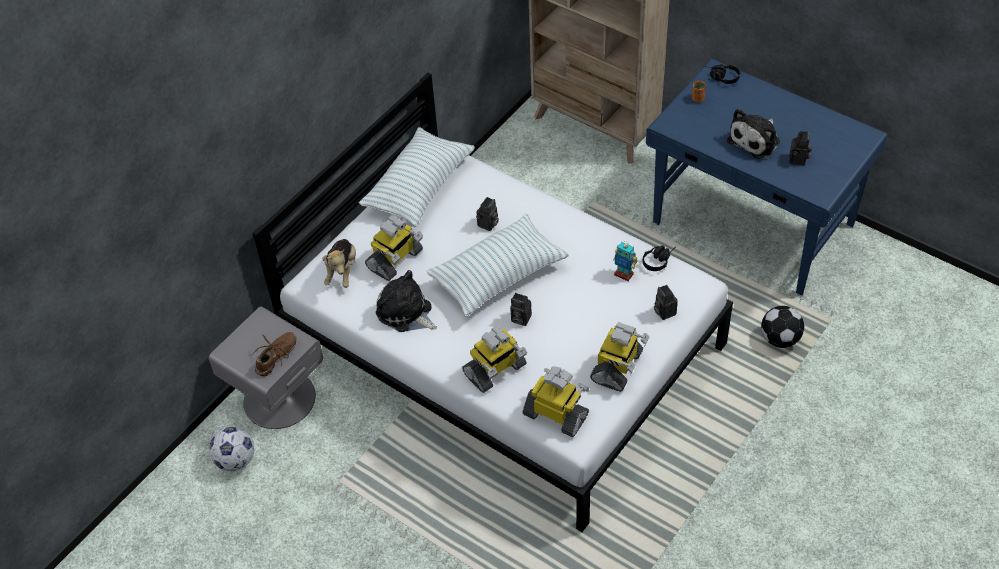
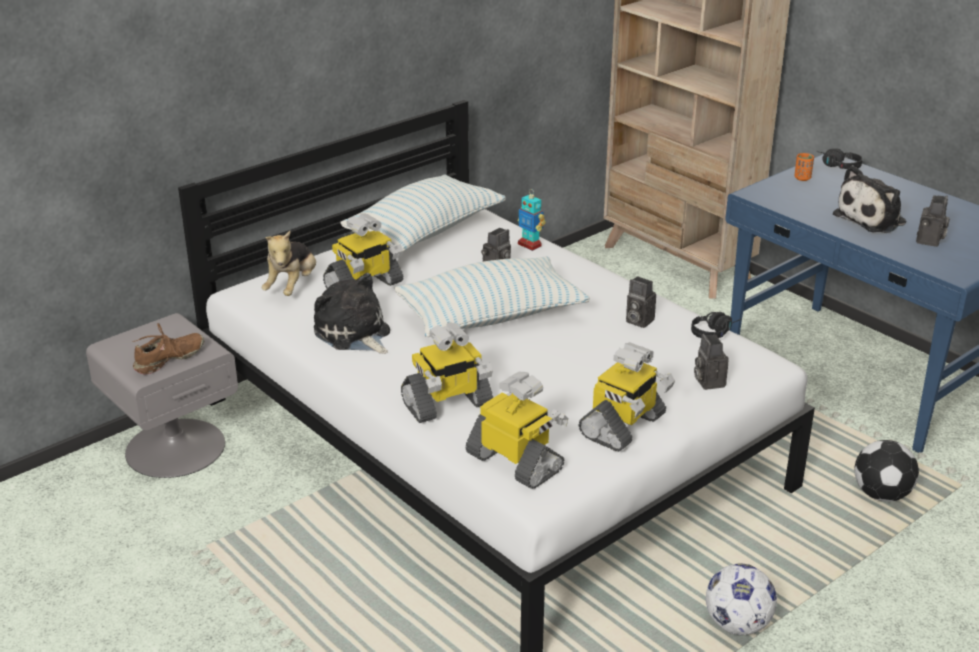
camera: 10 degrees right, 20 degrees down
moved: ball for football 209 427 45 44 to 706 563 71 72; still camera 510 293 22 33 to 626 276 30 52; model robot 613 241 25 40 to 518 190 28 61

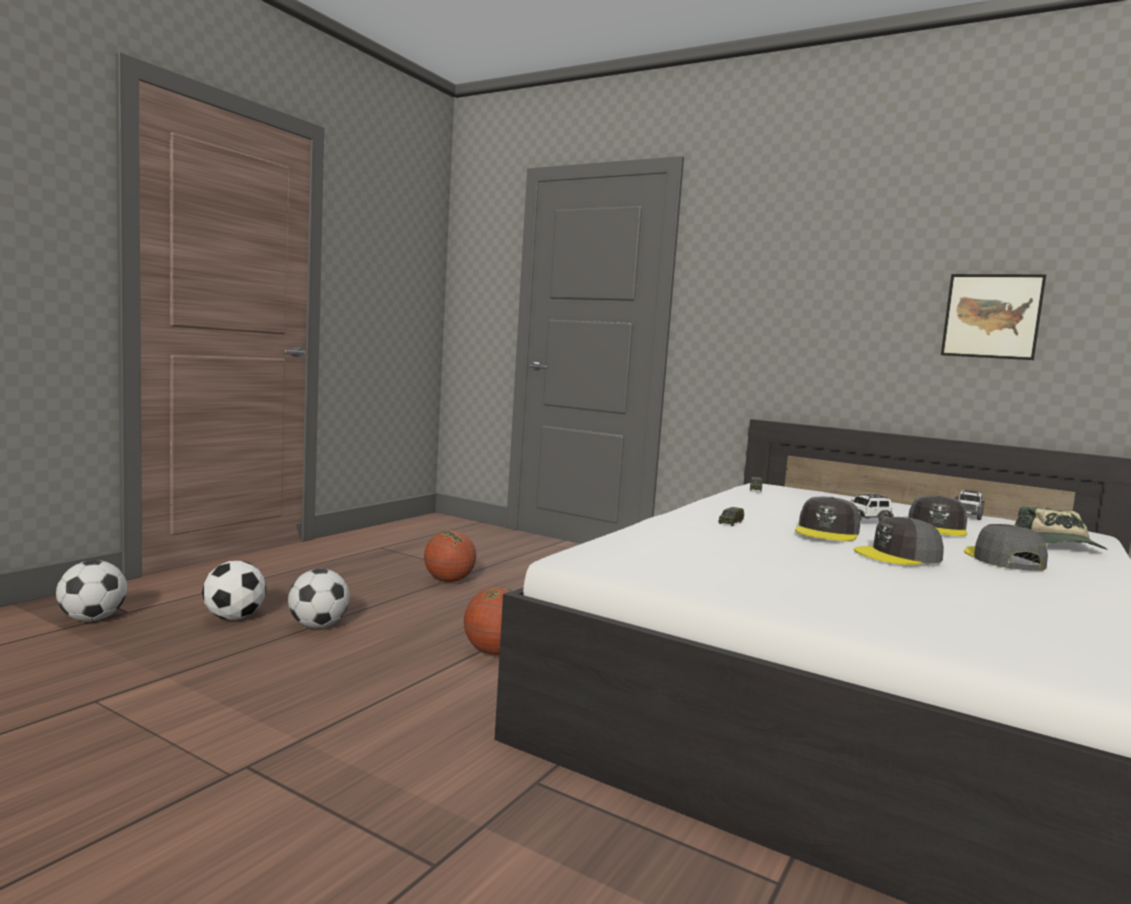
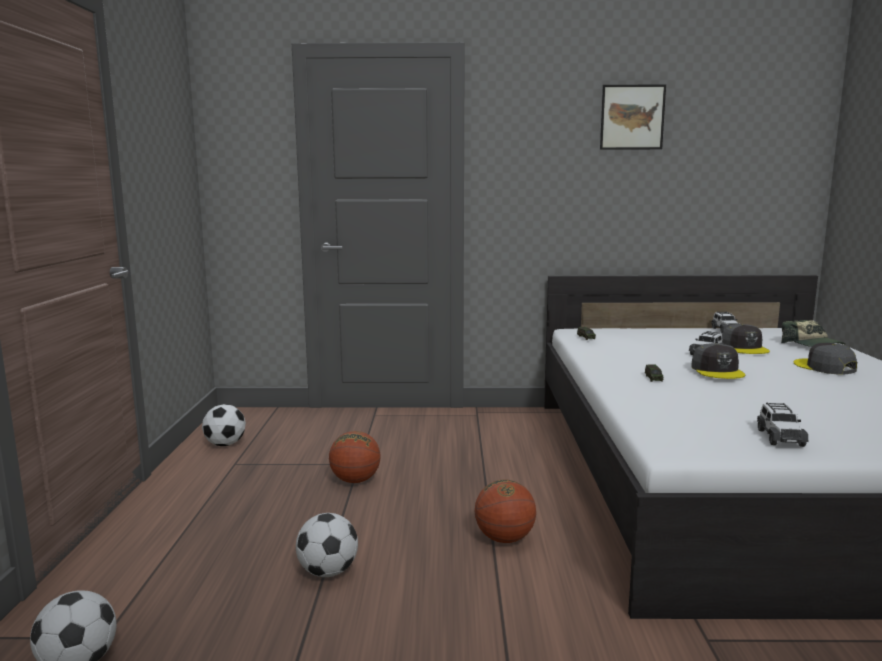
camera: 30 degrees left, 5 degrees up
removed: gray cap 854 517 90 48
added: model car 757 402 51 45
moved: ball for football 202 561 64 59 to 202 404 44 42; picture 941 274 105 86 to 600 84 66 66

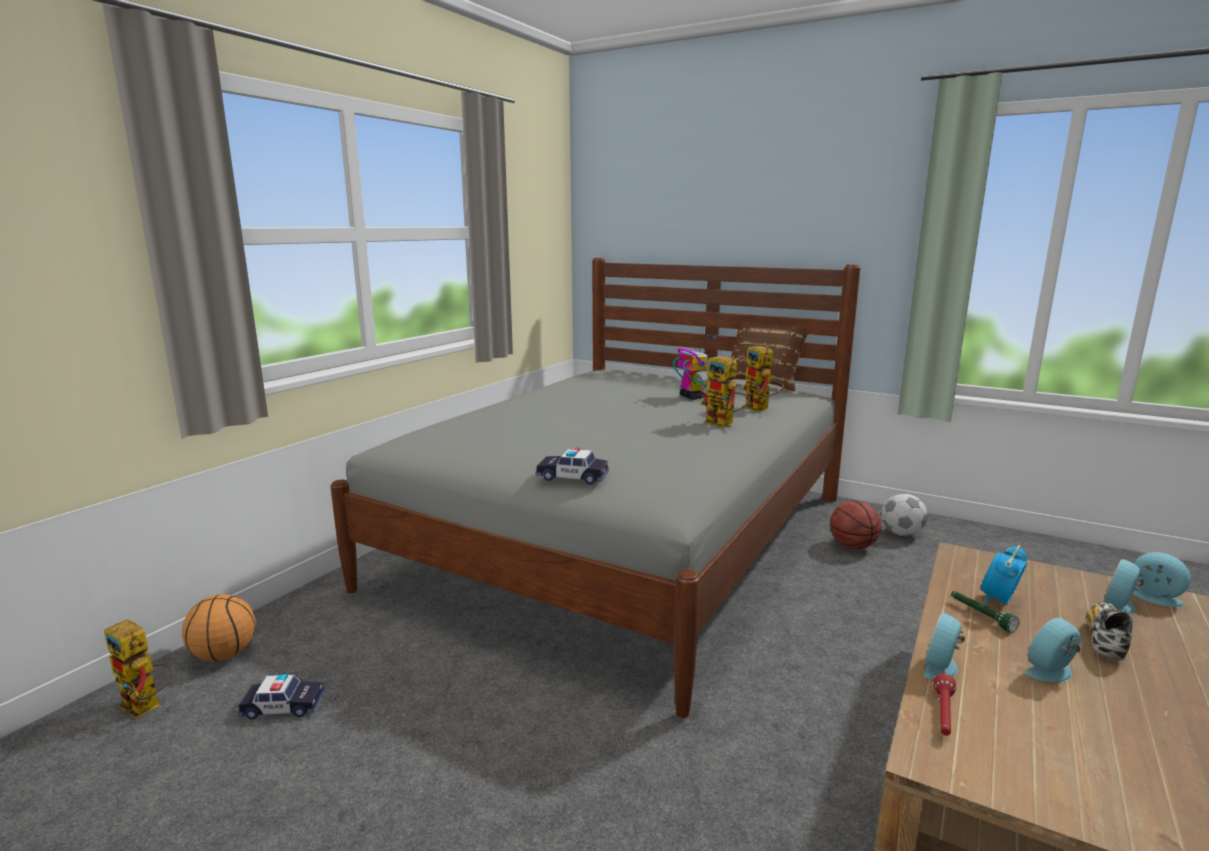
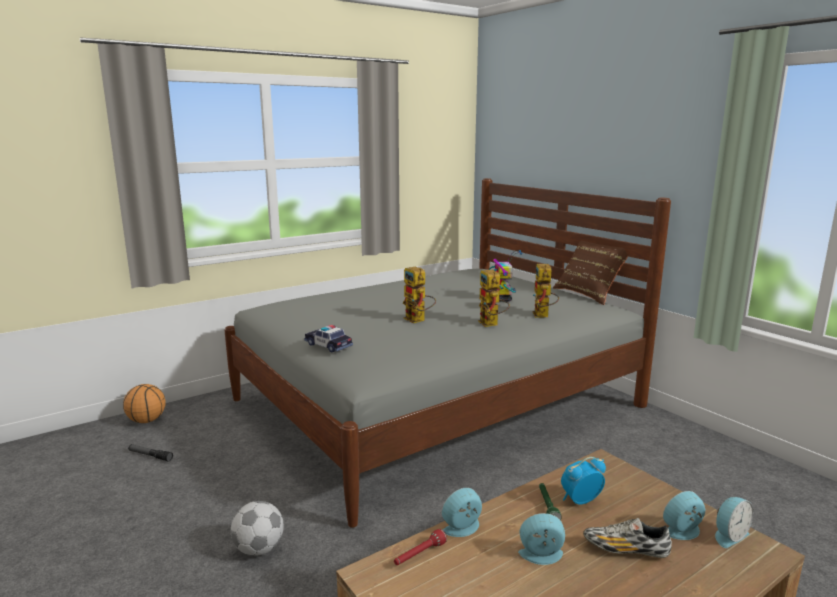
camera: 25 degrees right, 0 degrees up
removed: basketball ball 830 501 52 48
moved: model robot 104 619 71 100 to 403 267 33 56; ball for football 882 493 46 43 to 231 501 53 55
replaced: model car 238 674 87 46 to hand torch 128 444 45 17
turned: item of footwear 1086 603 47 58 = 583 518 89 40 135 degrees counterclockwise; table clock 1133 552 58 55 = 715 497 38 51 75 degrees clockwise

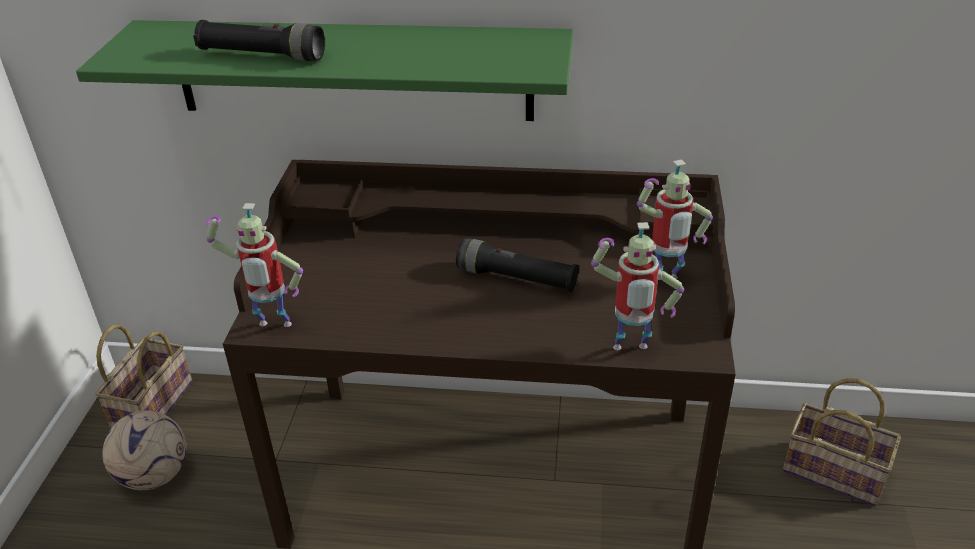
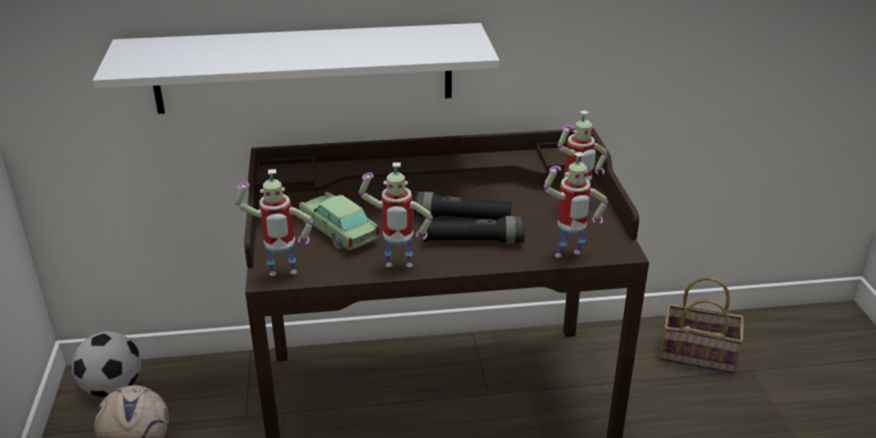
camera: 15 degrees left, 5 degrees down
added: model car 299 192 81 58; model robot 359 162 74 105
moved: black-coloured hand torch 193 20 132 41 to 424 216 100 28
replaced: household basket 95 324 97 104 to ball for football 72 332 69 65
recoloured: greenish bracket shelf 76 20 497 101 to white bracket shelf 93 23 406 91

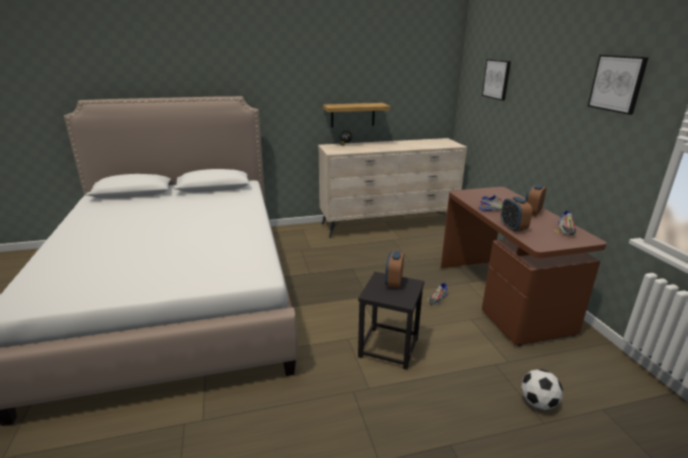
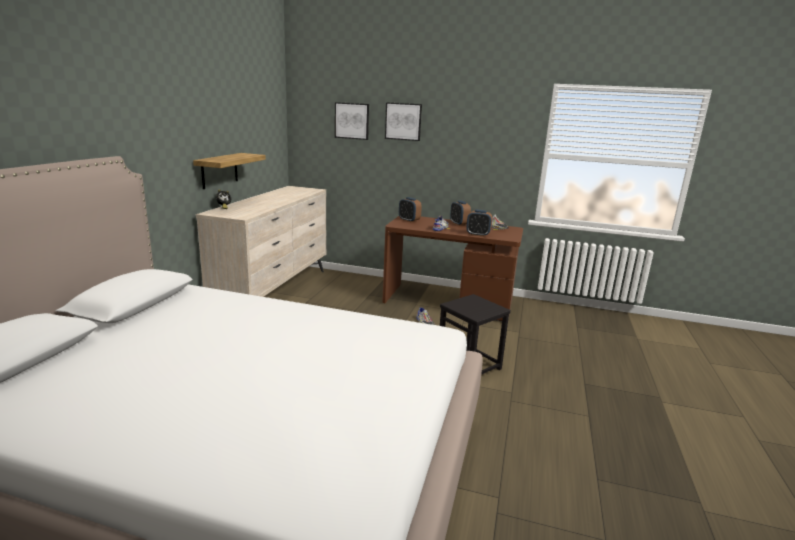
camera: 60 degrees left, 5 degrees down
removed: ball for football 521 369 42 41
moved: table clock 385 251 19 37 to 399 197 23 25; picture 588 55 61 60 to 385 102 37 39

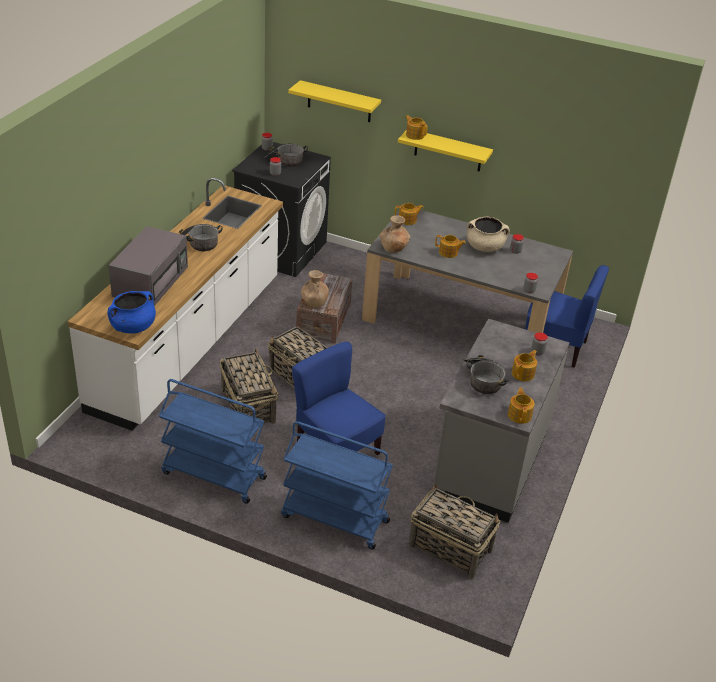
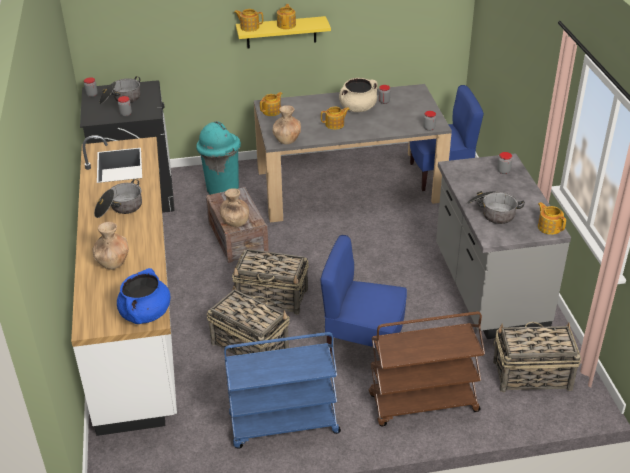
camera: 30 degrees left, 0 degrees up
removed: yellow-coloured bracket shelf 288 80 93 42
added: blue-green rubbish bin 196 121 45 74
moved: pot for tea 512 350 25 31 to 277 4 19 25
replaced: gray microwave oven 108 226 80 80 to brownish vase 93 222 36 48
recoloured: bluish wheeled cart 281 421 112 128 to brownish wheeled cart 369 311 116 115

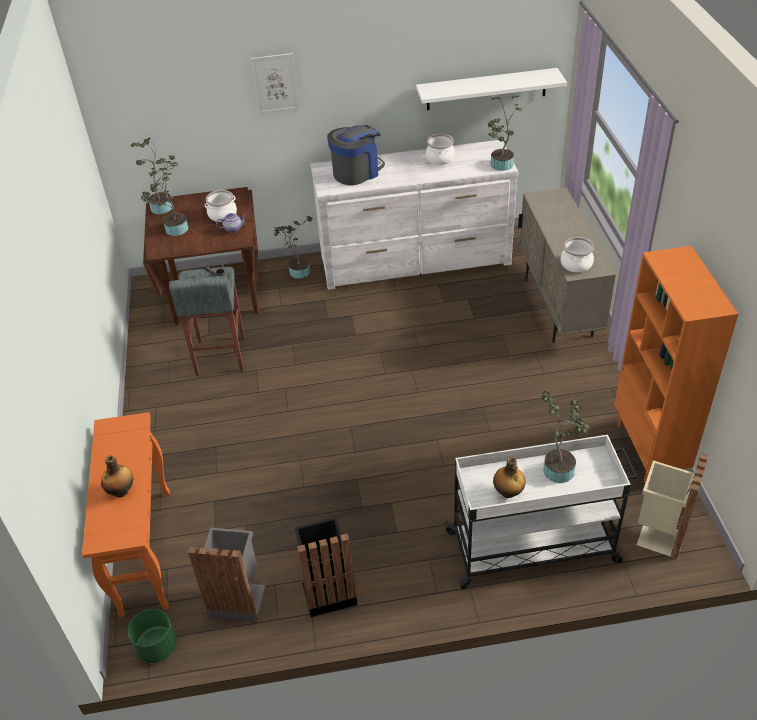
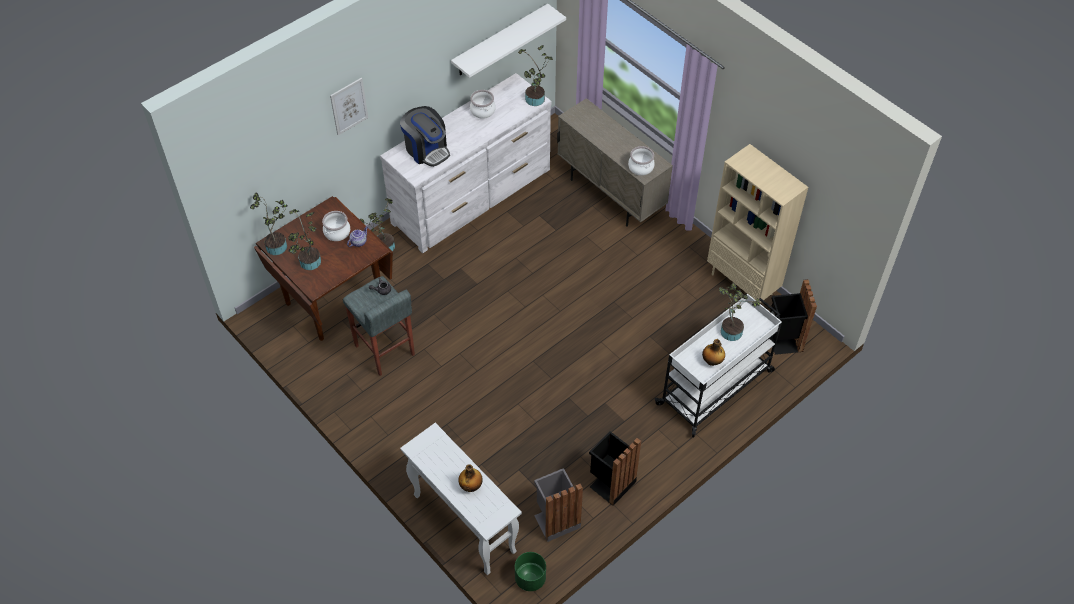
camera: 35 degrees left, 10 degrees up
recoloured: orangey narrow table 82 412 88 205 to white narrow table 400 423 122 152; orangey bookshelf 614 246 124 237 to beige-coloured bookshelf 707 144 101 159; beige-coloured rubbish bin 637 453 71 106 to black-coloured rubbish bin 770 279 47 76
turned: coffee maker 327 125 58 61 = 400 106 50 61 120 degrees clockwise

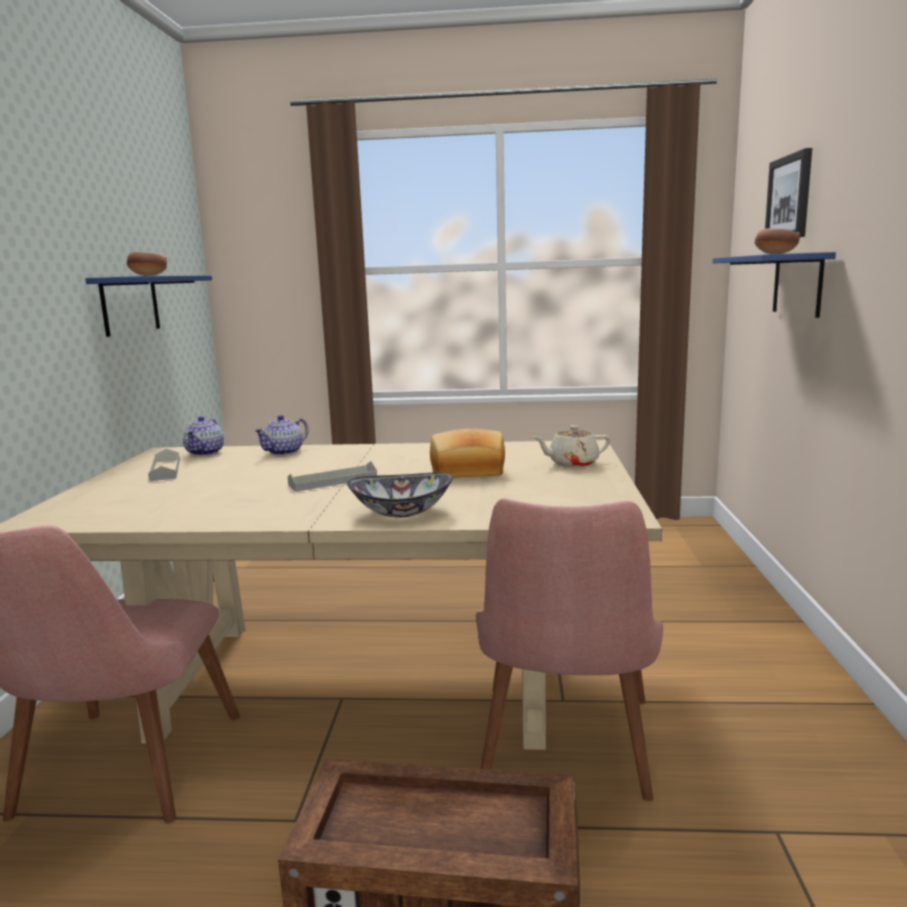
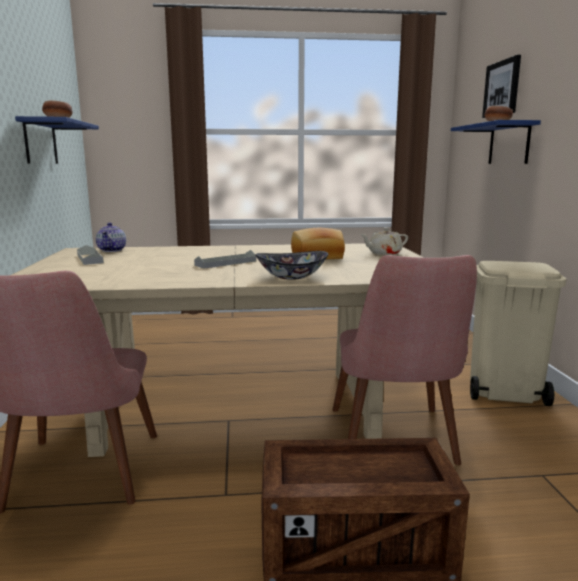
camera: 10 degrees left, 0 degrees up
removed: pot for tea 254 415 55 41
added: beige-coloured rubbish bin 470 261 96 145

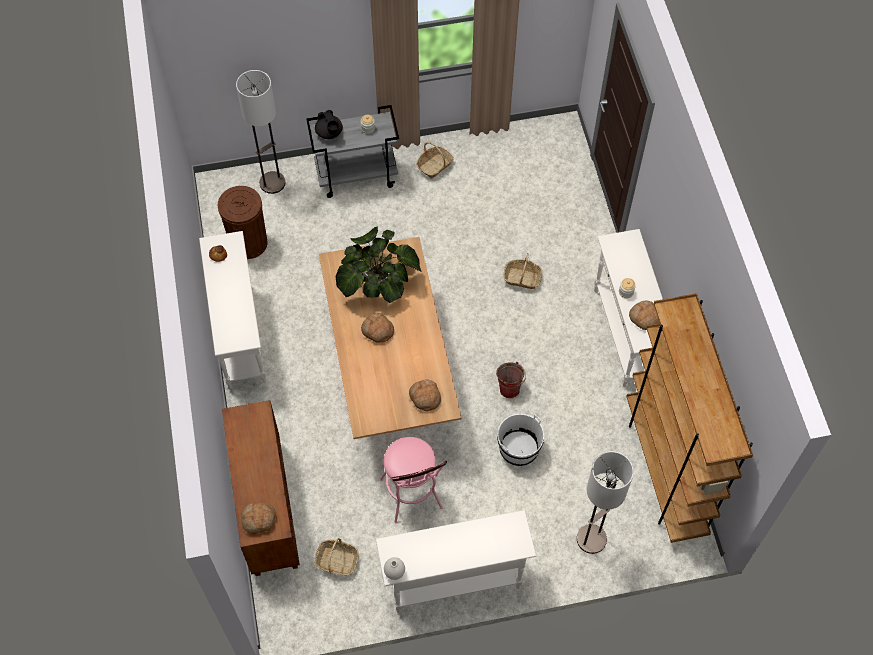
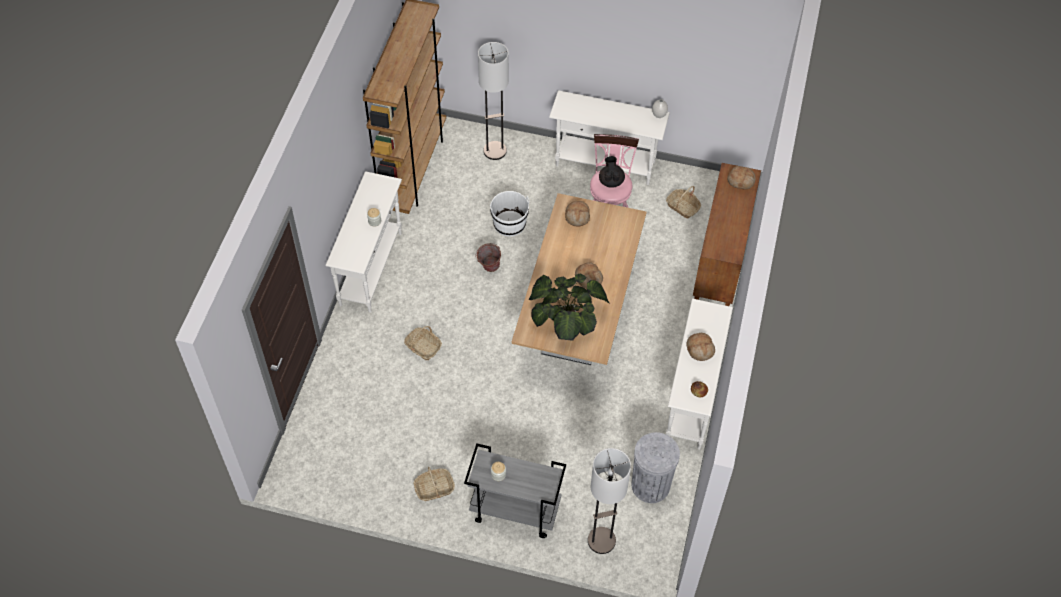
camera: 155 degrees left, 5 degrees down
moved: black-coloured pot for tea 315 110 28 29 to 599 156 26 32; bread 629 301 31 29 to 687 333 28 28
recoloured: brownish rubbish bin 218 186 50 73 to gray rubbish bin 632 432 48 71

